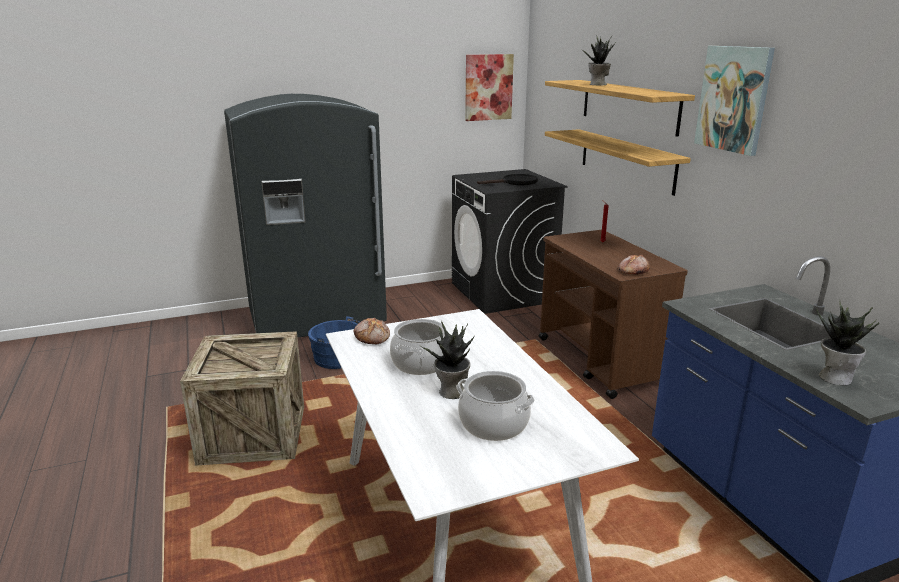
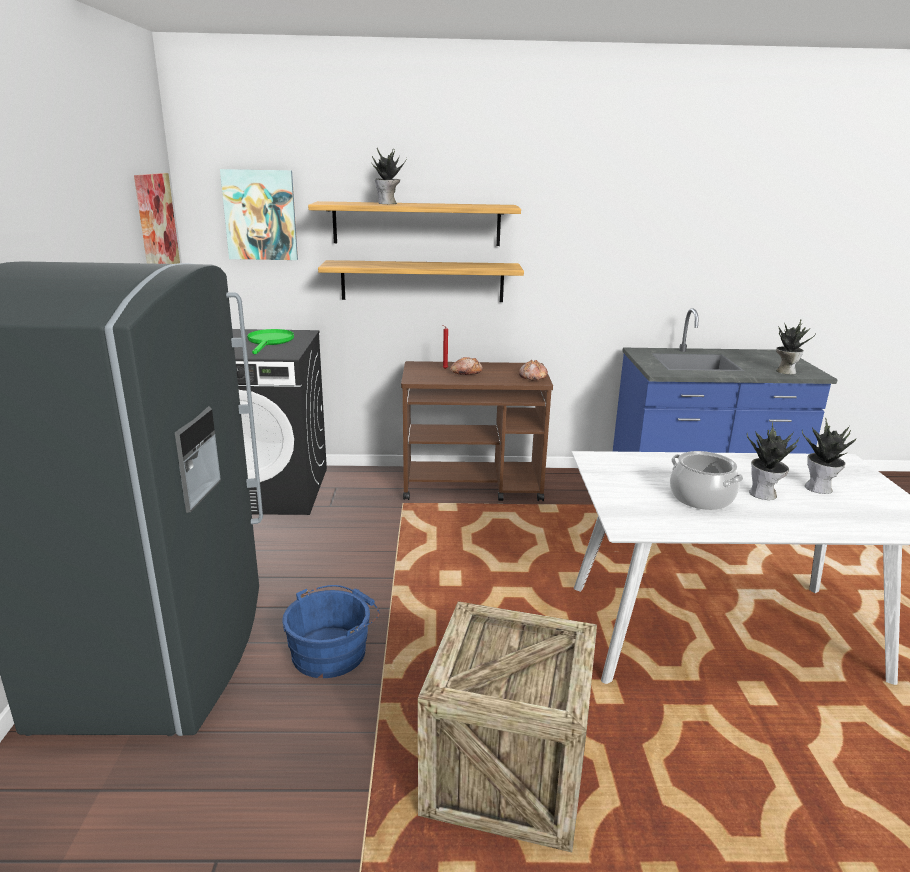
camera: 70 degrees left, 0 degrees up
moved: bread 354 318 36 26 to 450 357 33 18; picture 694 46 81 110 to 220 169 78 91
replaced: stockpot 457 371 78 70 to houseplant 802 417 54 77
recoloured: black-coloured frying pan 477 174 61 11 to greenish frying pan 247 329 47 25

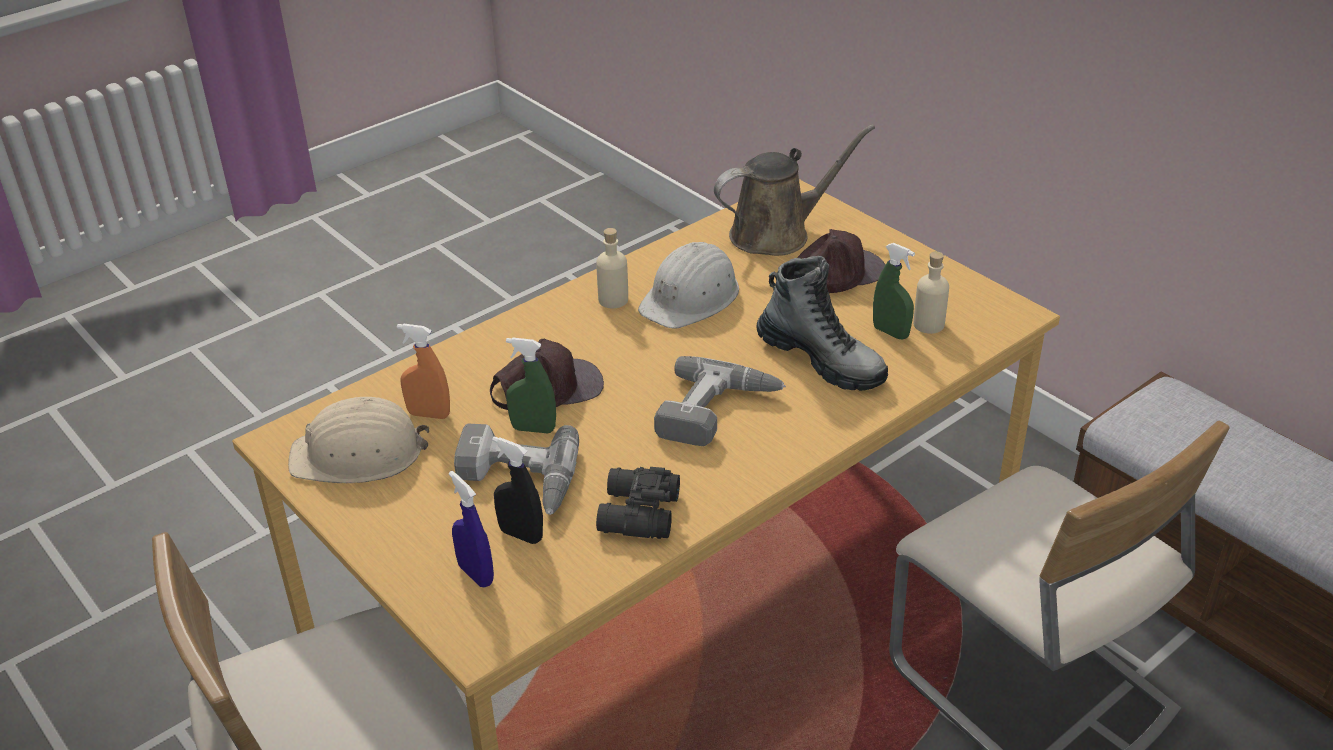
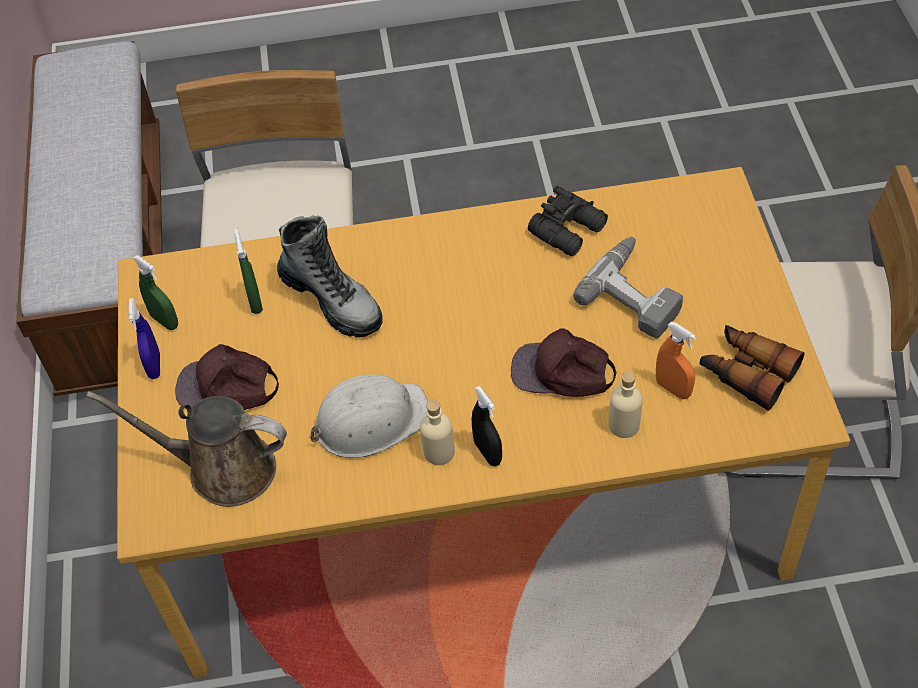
camera: 145 degrees left, 15 degrees up
removed: electric drill 654 356 132 90
moved: bluish hand sprayer 449 471 45 116 to 128 298 32 81; black-coloured hand sprayer 492 436 51 108 to 472 386 30 80; greenish hand sprayer 506 338 50 95 to 133 255 45 75; beige-coloured bottle 913 251 36 83 to 609 371 34 67
replaced: beige-coloured safety helmet 288 397 141 86 to field glasses 699 325 106 86
turned: boot 756 256 132 135 = 277 215 106 122 150 degrees clockwise

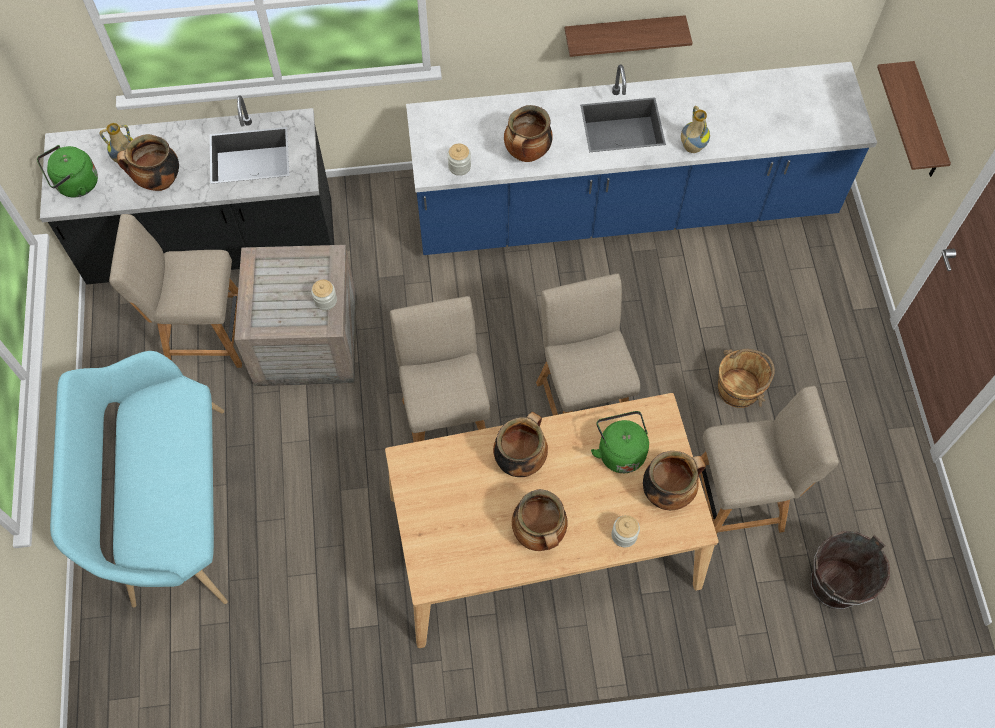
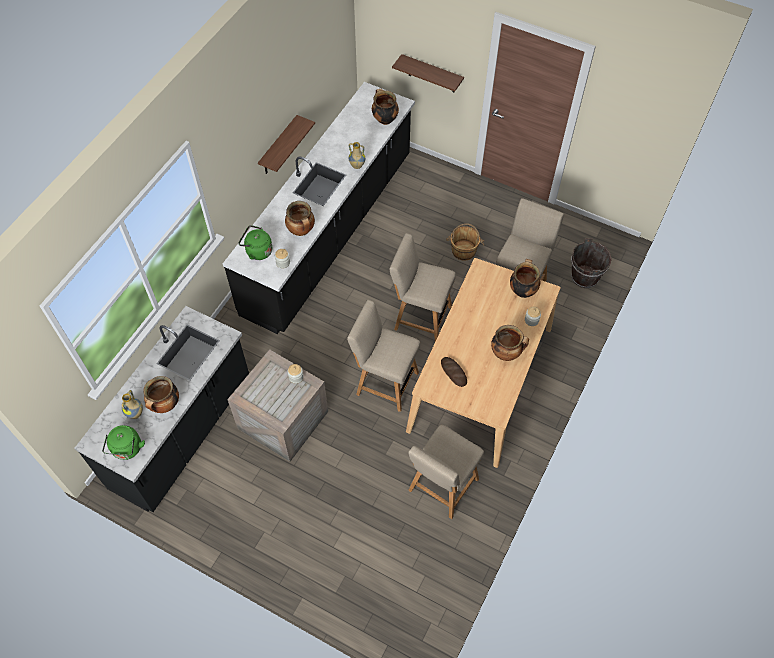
camera: 55 degrees left, 5 degrees down
removed: blue-green indoor bench 50 351 178 257
added: bread 441 357 26 30
moved: beige-coloured chair 109 214 133 154 to 408 425 76 94; stockpot 493 412 55 65 to 372 89 27 36; greenish kettle 591 411 58 62 to 238 225 34 35
recoloured: bluish kitchen base unit 406 62 471 193 to black-coloured kitchen base unit 223 82 192 252

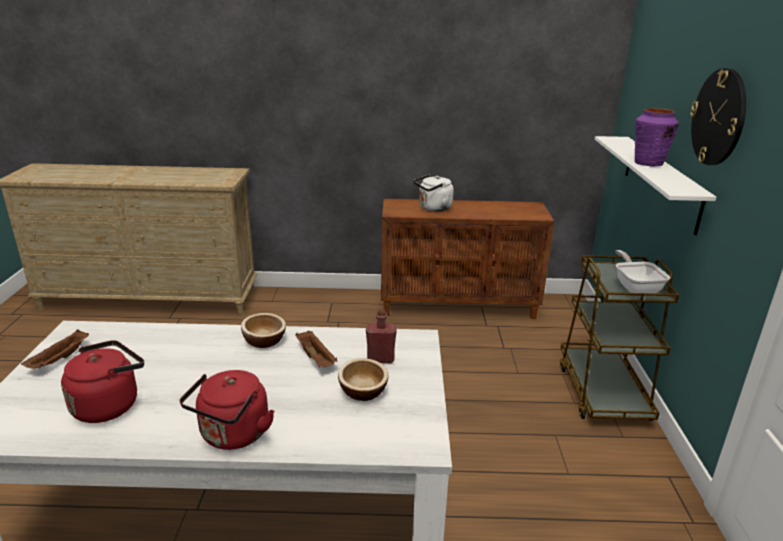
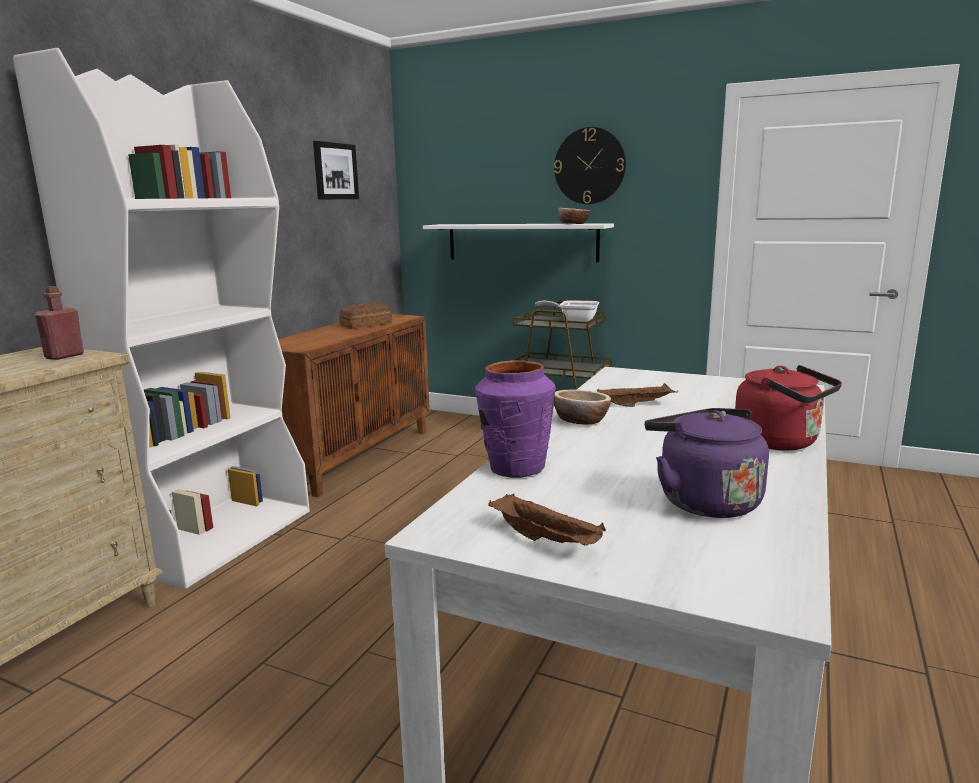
camera: 65 degrees left, 10 degrees down
removed: white kettle 413 174 41 38
added: white bookshelf 13 48 297 542; picture 313 141 46 59; bread 339 302 53 27
moved: bowl 338 358 50 43 to 558 208 32 16; red-coloured bottle 366 308 31 55 to 35 286 49 74; purple vase 634 108 45 59 to 475 360 81 118
recoloured: red-coloured kettle 61 340 83 83 to purple kettle 645 408 124 110

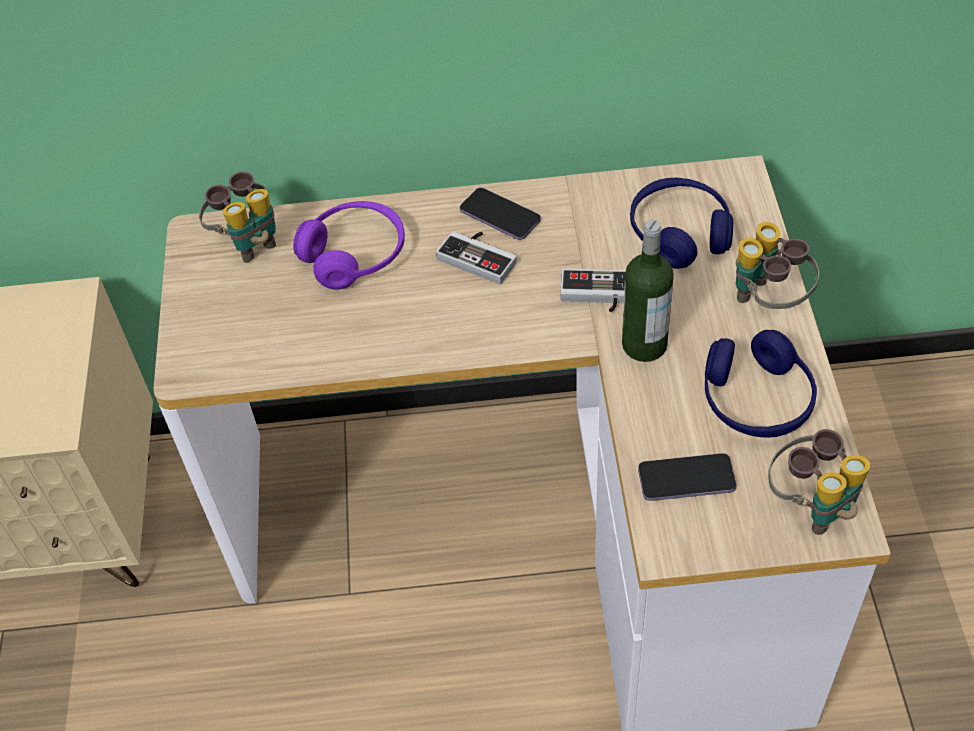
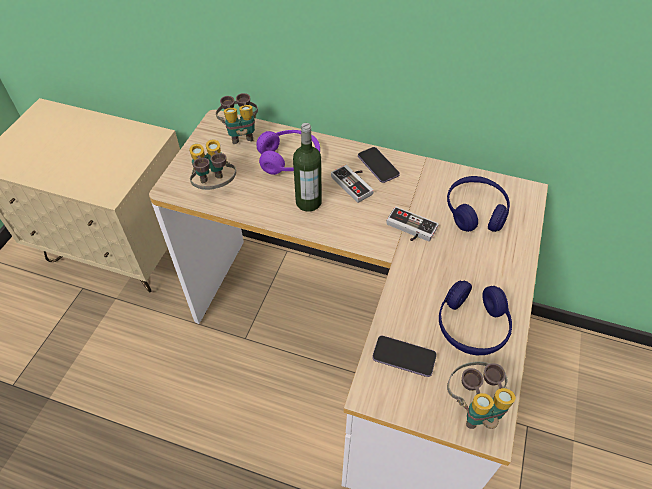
camera: 20 degrees right, 0 degrees up
moved: bottle 622 220 52 142 to 293 123 29 89; field glasses 736 222 84 87 to 189 139 47 51

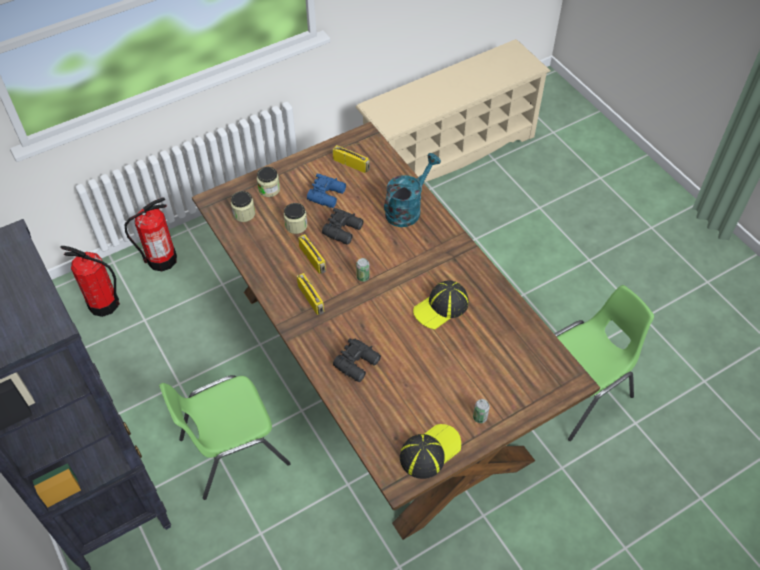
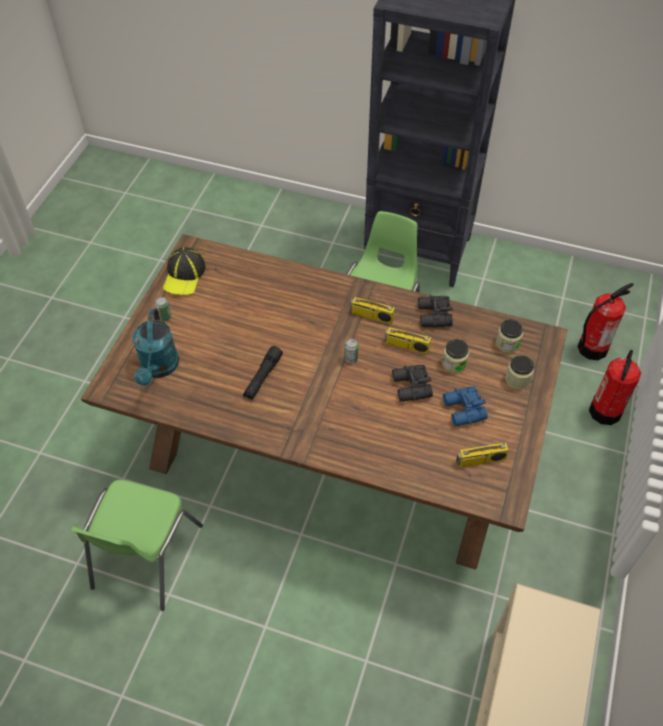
camera: 140 degrees right, 0 degrees up
moved: black-coloured field glasses 333 338 48 44 to 418 295 35 32; blue-green watering can 384 153 57 74 to 132 309 47 77
replaced: cap 413 280 56 50 to black-coloured hand torch 243 346 40 54

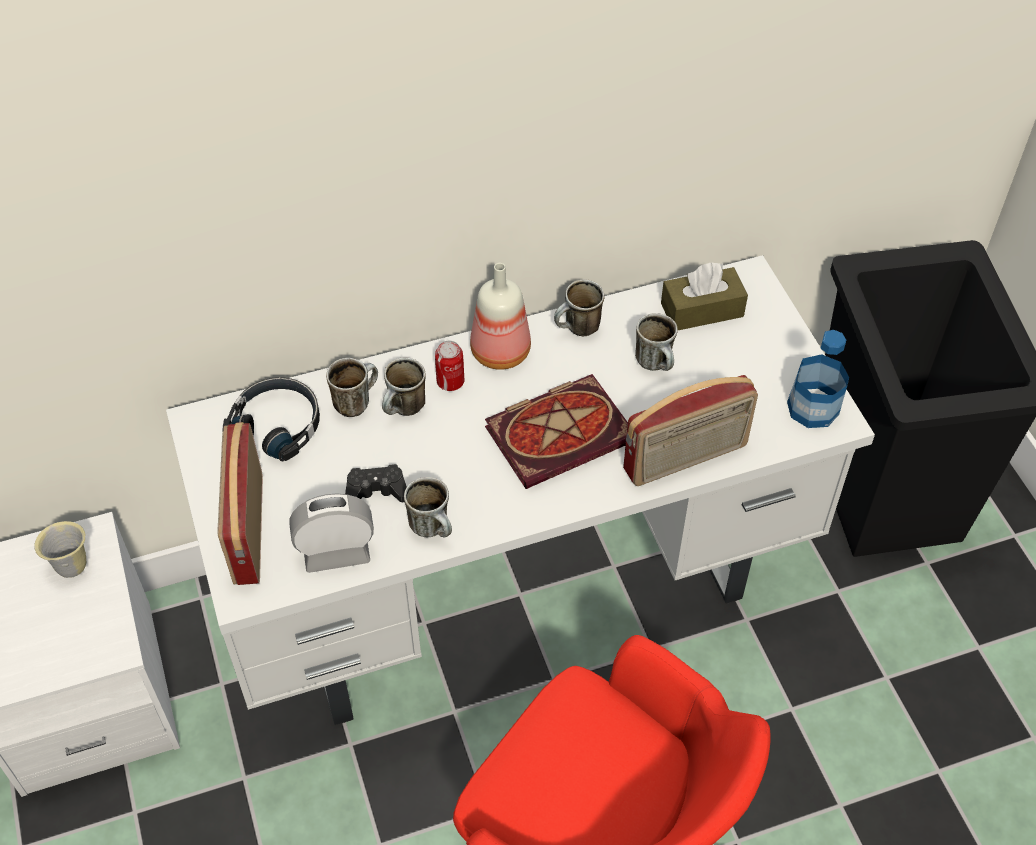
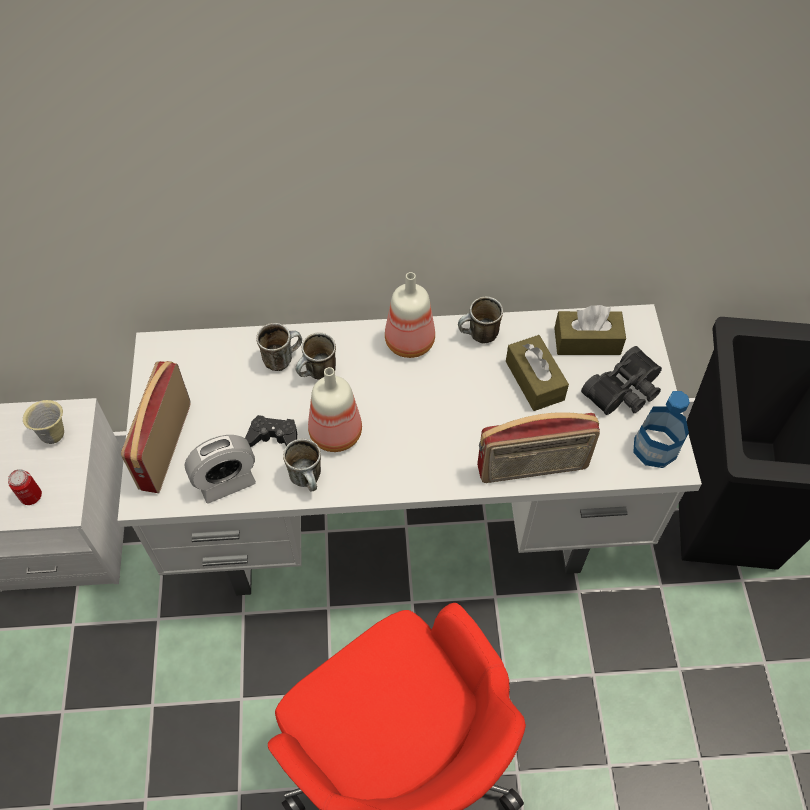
camera: 15 degrees right, 5 degrees up
removed: black-coloured headset 222 377 98 84; book 485 374 143 115
added: bottle 308 367 54 85; black-coloured field glasses 581 346 81 69
moved: metal can 435 341 29 50 to 8 469 34 36
replaced: coffee mug 635 313 43 58 to brownish tissue box 506 335 63 76
turned: table clock 290 494 84 79 = 184 435 72 69 150 degrees clockwise

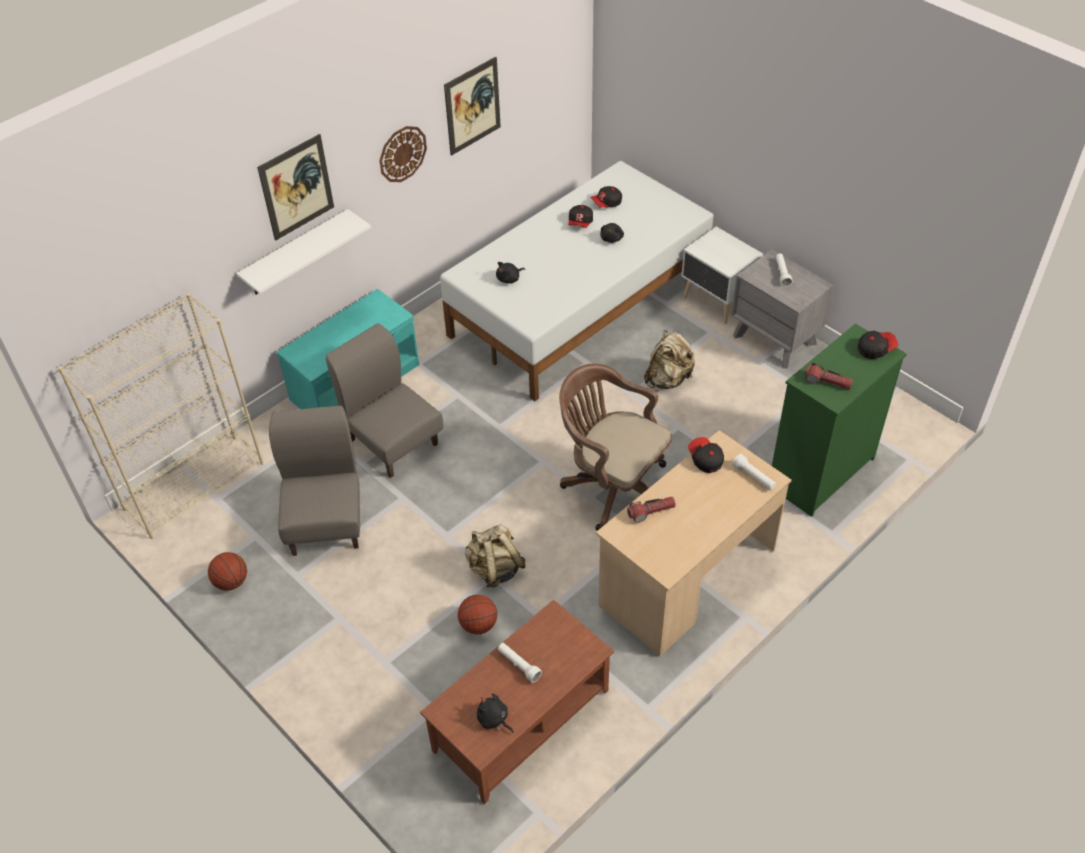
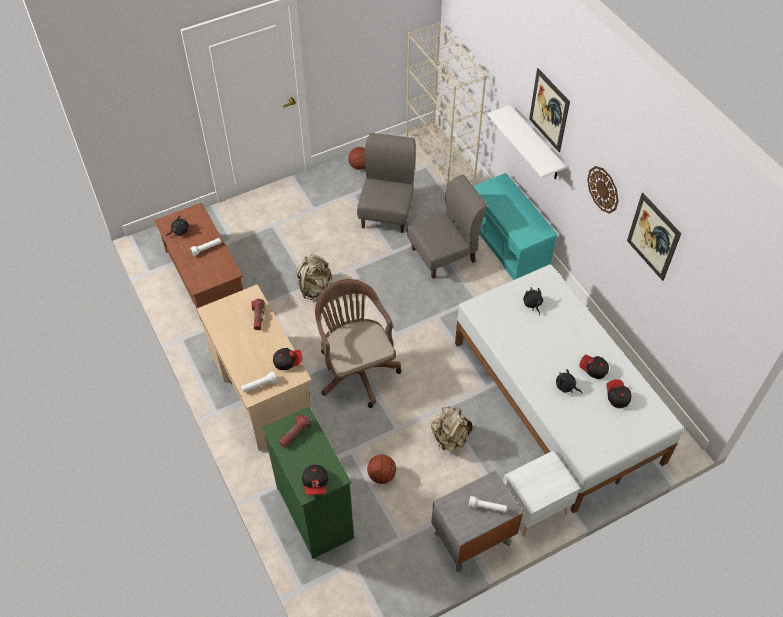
camera: 105 degrees right, 5 degrees up
moved: basketball ball 458 595 39 40 to 367 454 29 30
turned: gray chair 269 405 91 151 = 357 133 59 100 90 degrees counterclockwise; brownish office chair 559 364 113 167 = 315 279 87 129 75 degrees counterclockwise

